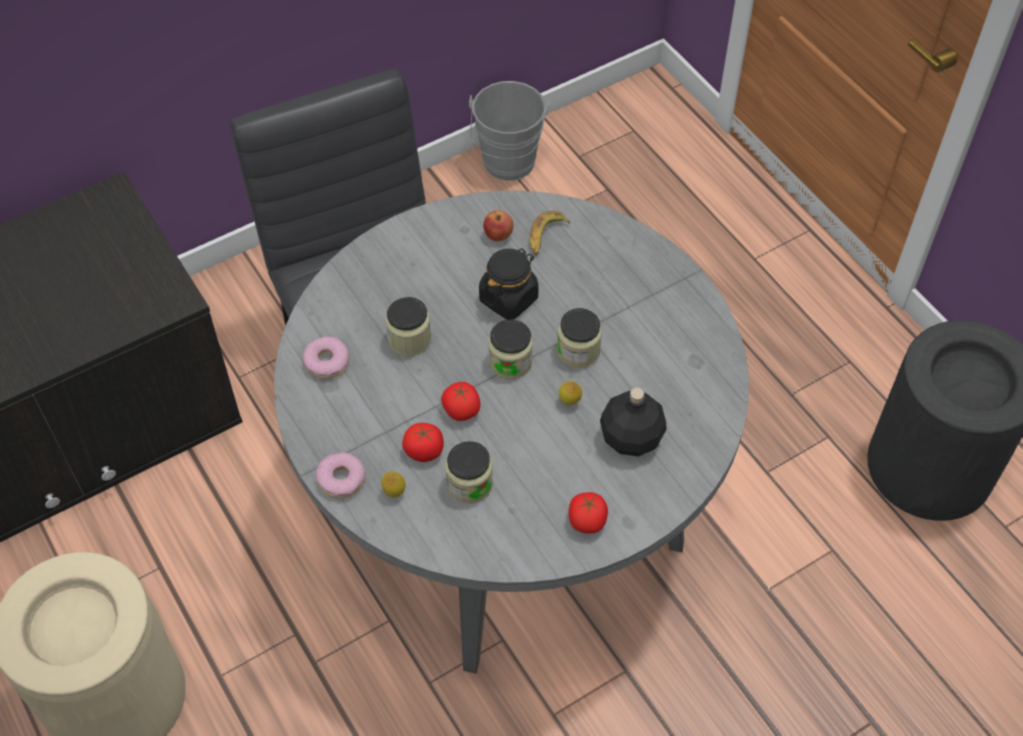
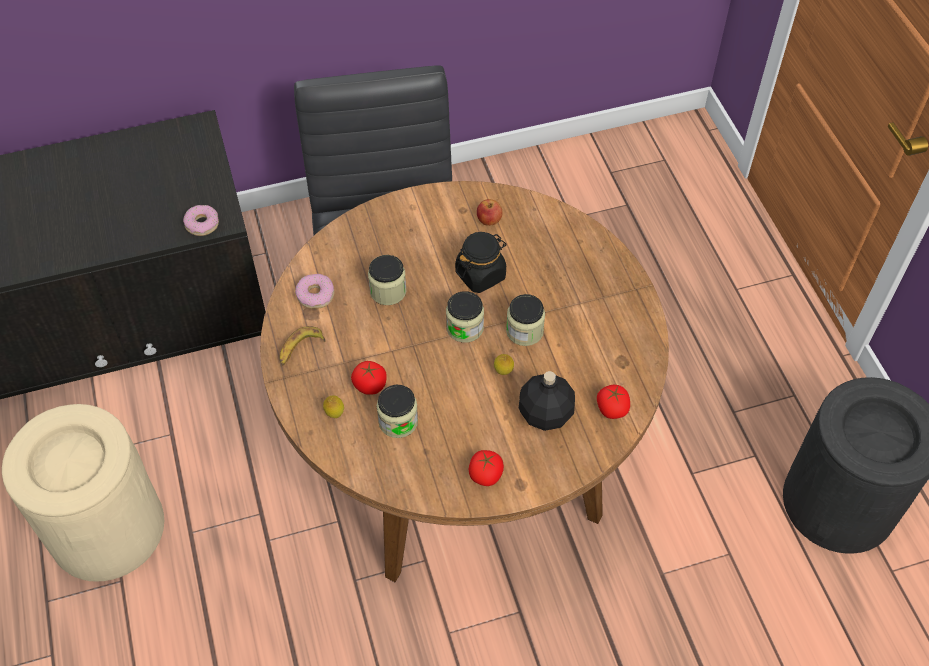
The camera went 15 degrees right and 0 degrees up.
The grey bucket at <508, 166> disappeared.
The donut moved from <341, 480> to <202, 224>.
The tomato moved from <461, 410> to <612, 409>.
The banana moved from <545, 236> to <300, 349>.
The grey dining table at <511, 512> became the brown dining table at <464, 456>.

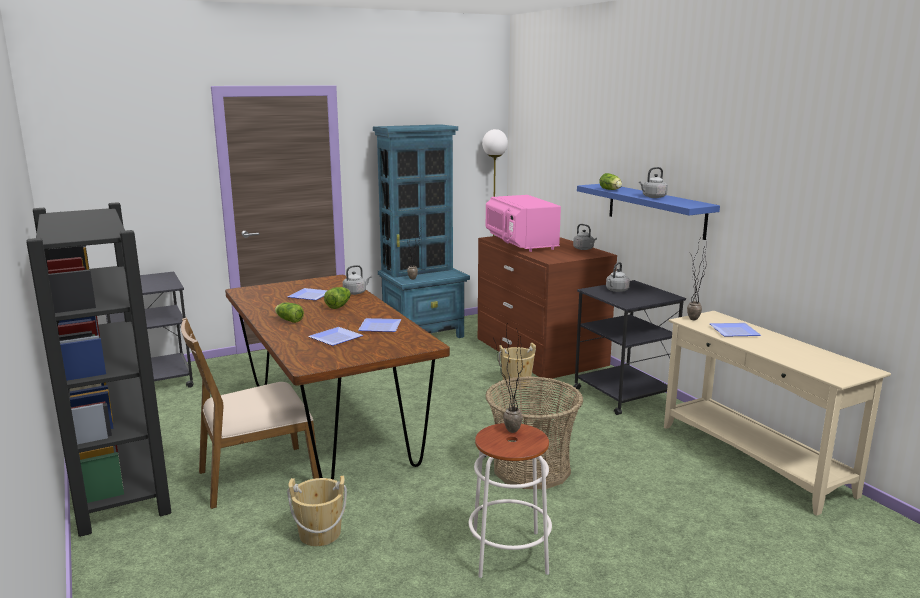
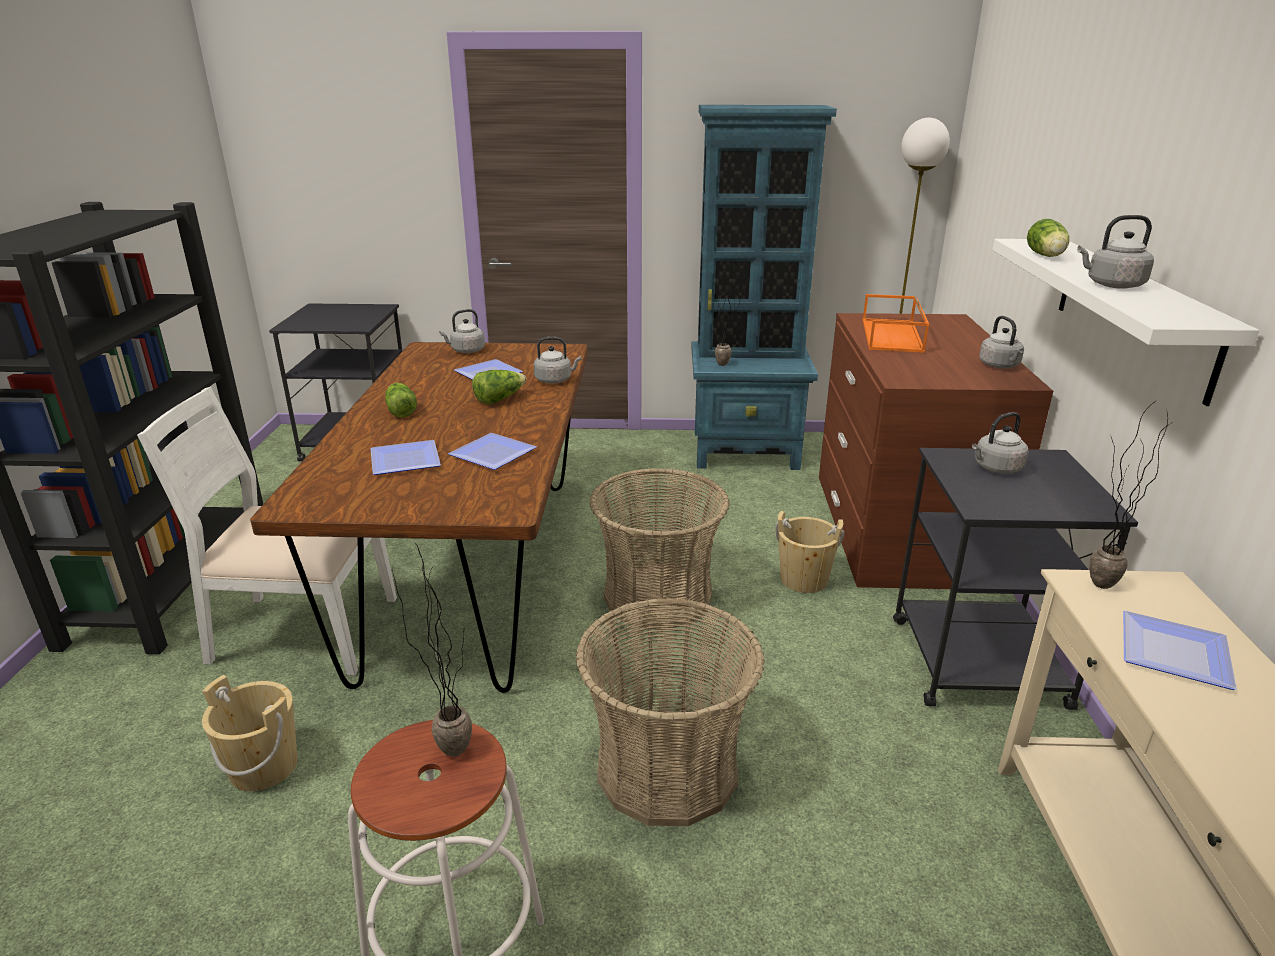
The camera went 30 degrees right and 10 degrees up.
The grey kettle at <466, 351> appeared.
The basket at <658, 596> appeared.
The pink microwave at <520, 244> was replaced by the orange tray at <893, 336>.
The brown chair at <257, 477> became the white chair at <302, 631>.
The blue shelf at <655, 210> became the white shelf at <1133, 313>.

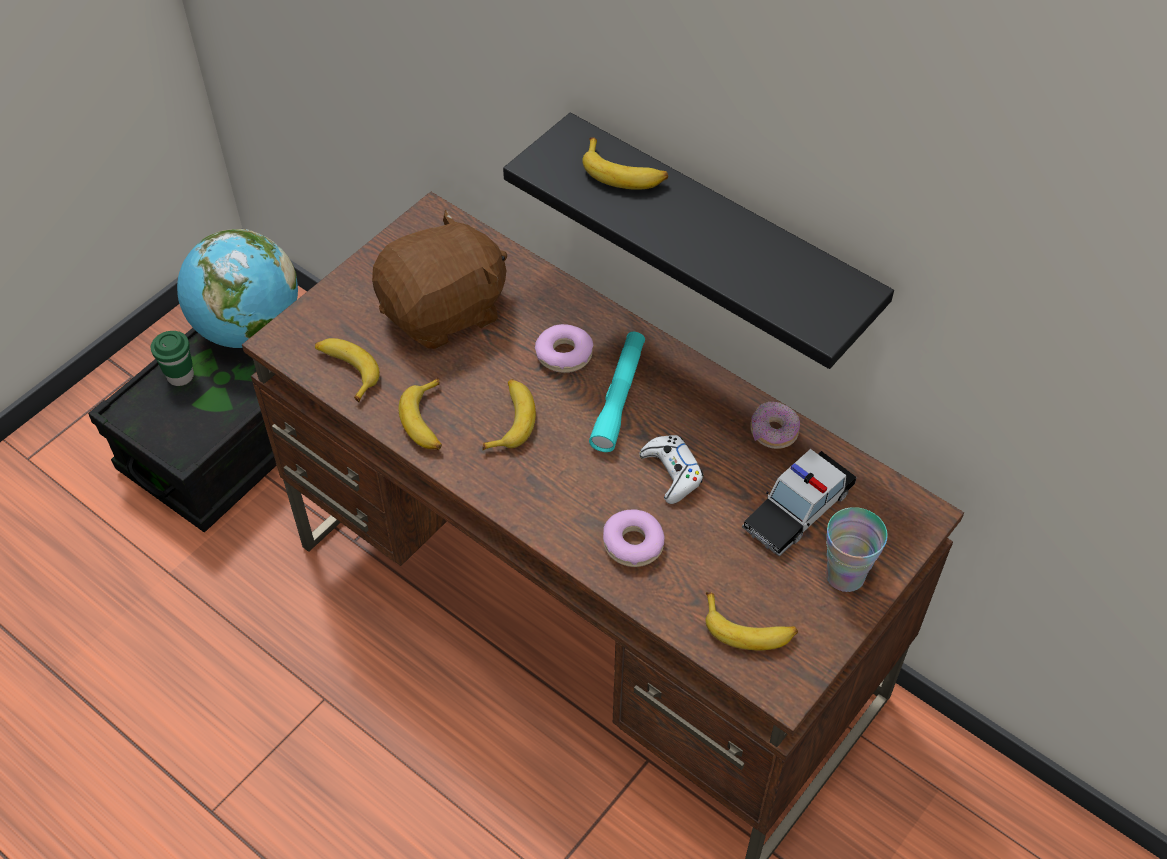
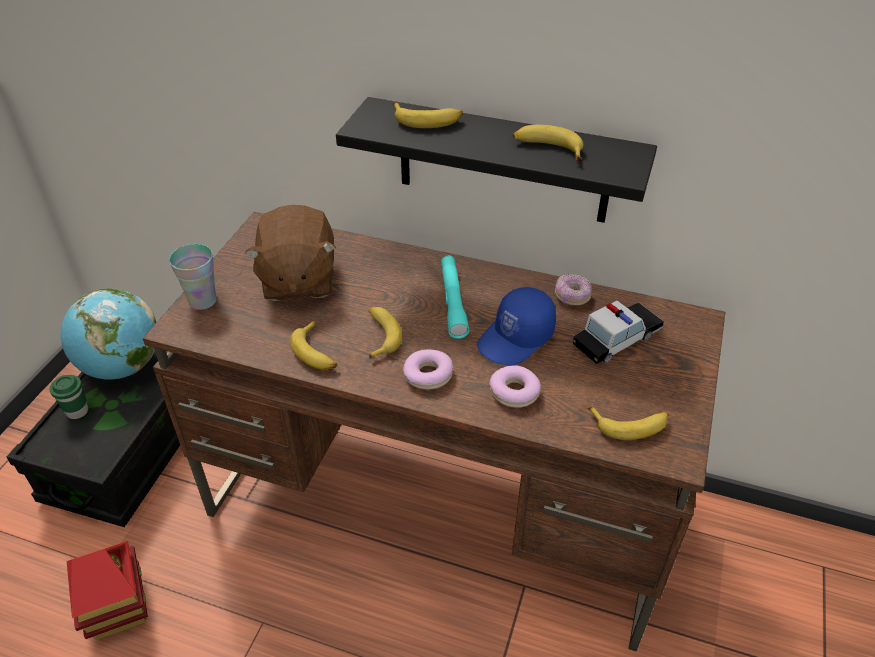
The camera went 20 degrees left and 10 degrees down.
The toy house at <118, 608> appeared.
The banana moved from <346, 371> to <547, 148>.
The donut moved from <564, 354> to <428, 375>.
The cup moved from <845, 575> to <202, 301>.
The white game controller at <672, 473> was replaced by the blue cap at <516, 339>.
The brown plush toy at <444, 312> turned 135 degrees clockwise.
The toy car at <798, 509> turned 150 degrees counterclockwise.

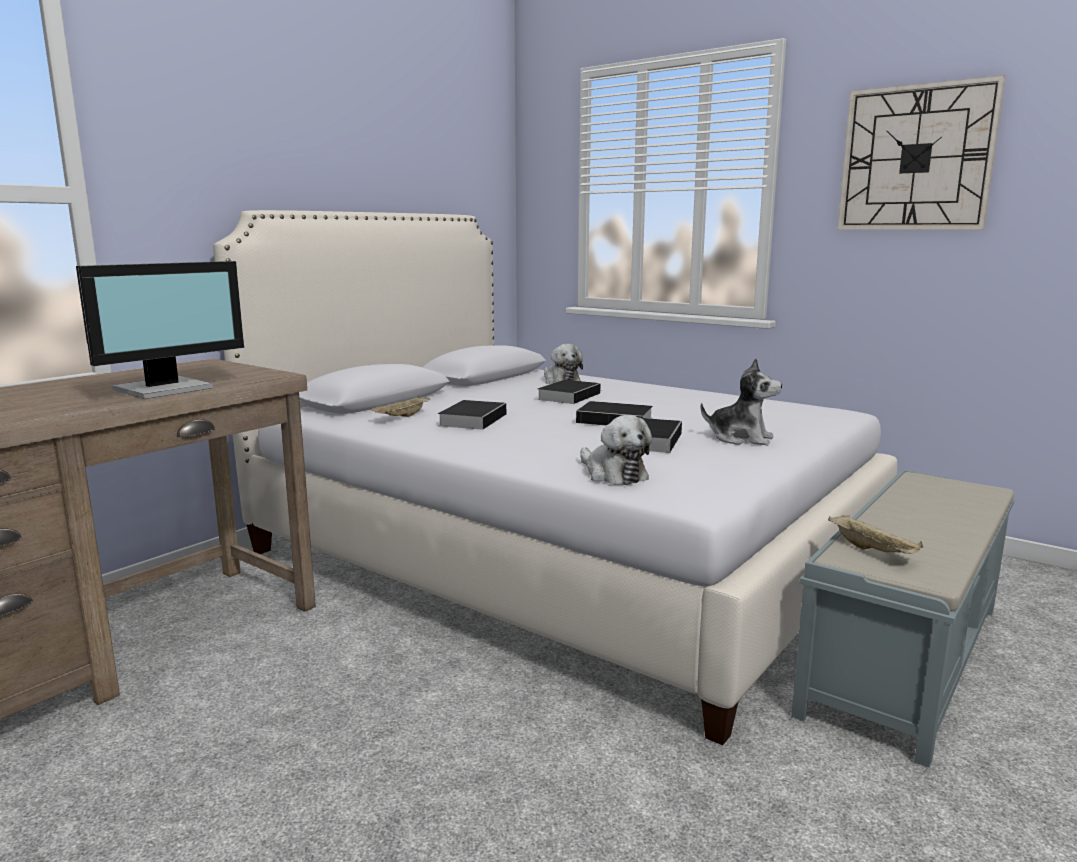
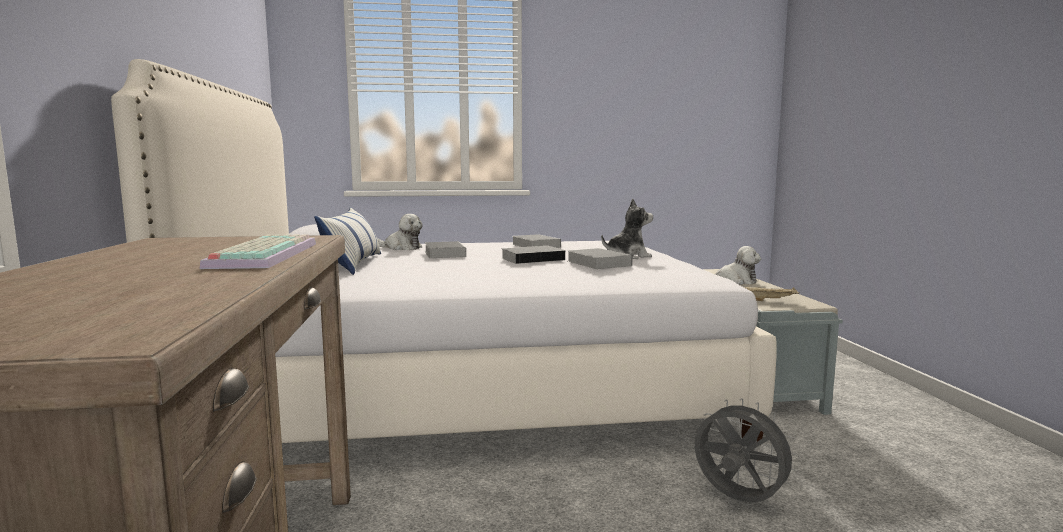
The camera went 45 degrees left and 5 degrees down.
The beige tray at <402, 417> disappeared.
The wall clock at <916, 158> disappeared.
The pillow at <354, 264> appeared.
The grey fan at <737, 500> appeared.
The book moved from <473, 419> to <534, 245>.
The plush toy moved from <613, 474> to <734, 281>.
The monitor at <166, 389> was replaced by the keyboard at <263, 254>.

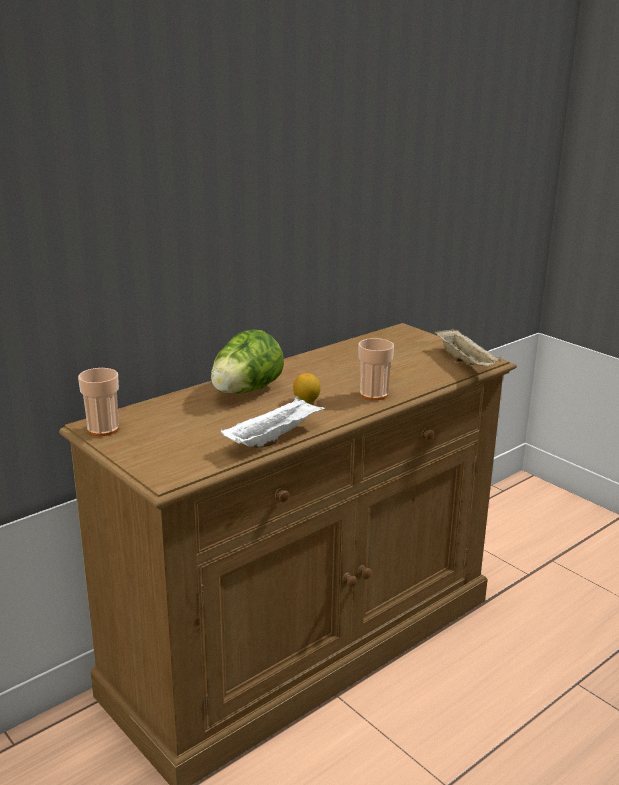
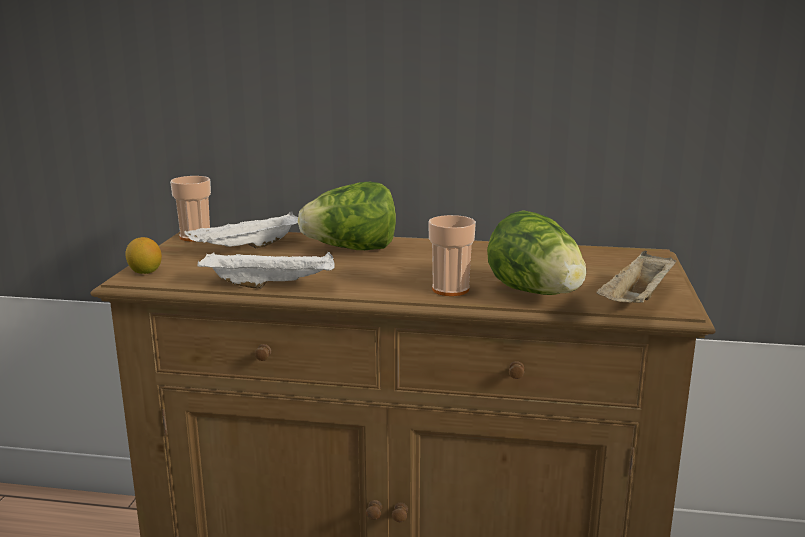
The camera went 50 degrees right and 5 degrees down.
The white tray at <247, 248> appeared.
The lettuce at <537, 293> appeared.
The lemon moved from <306, 401> to <145, 272>.

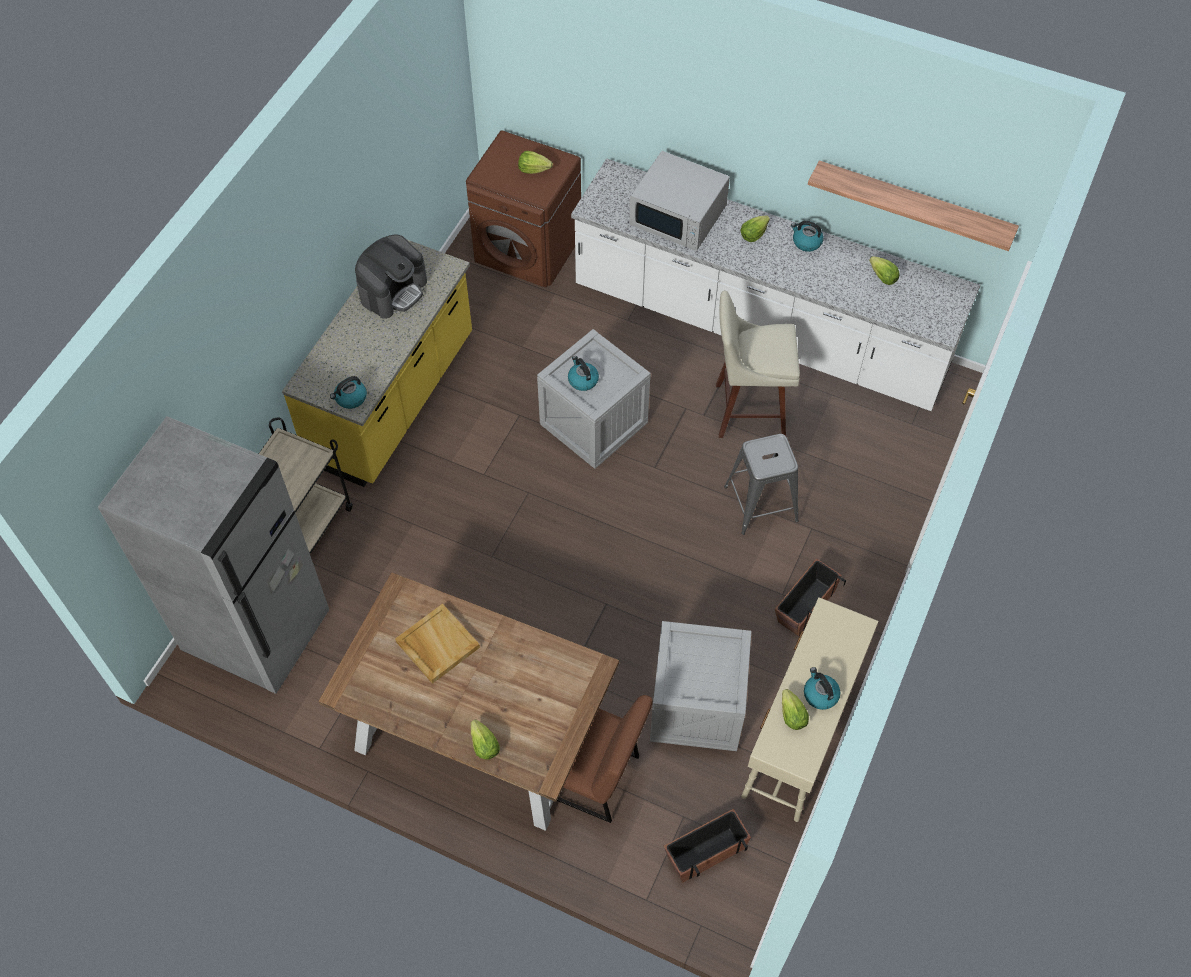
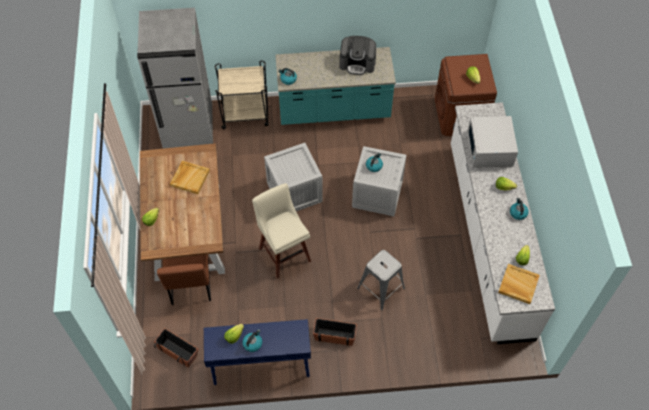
The camera went 60 degrees right and 0 degrees up.
The shelf at <913, 205> disappeared.
The beige tray at <518, 284> appeared.
The crate moved from <695, 706> to <293, 192>.
The beige stool moved from <747, 410> to <284, 253>.
The yellow counter at <394, 400> became the turquoise counter at <334, 110>.
The beige console table at <799, 734> became the blue console table at <261, 365>.

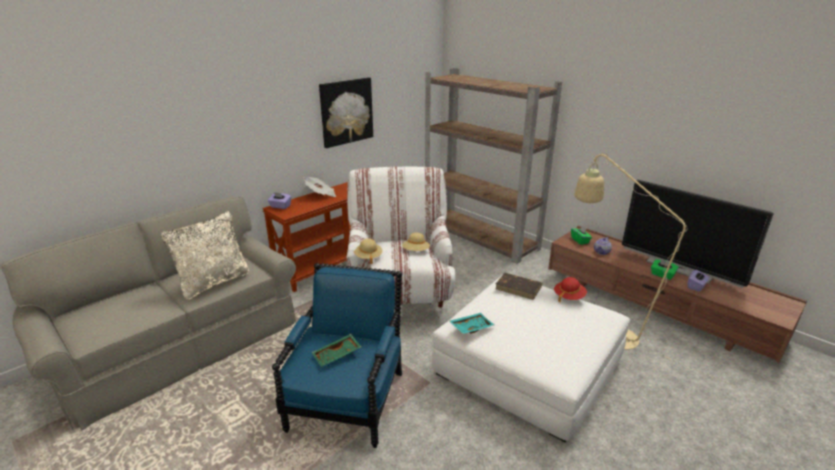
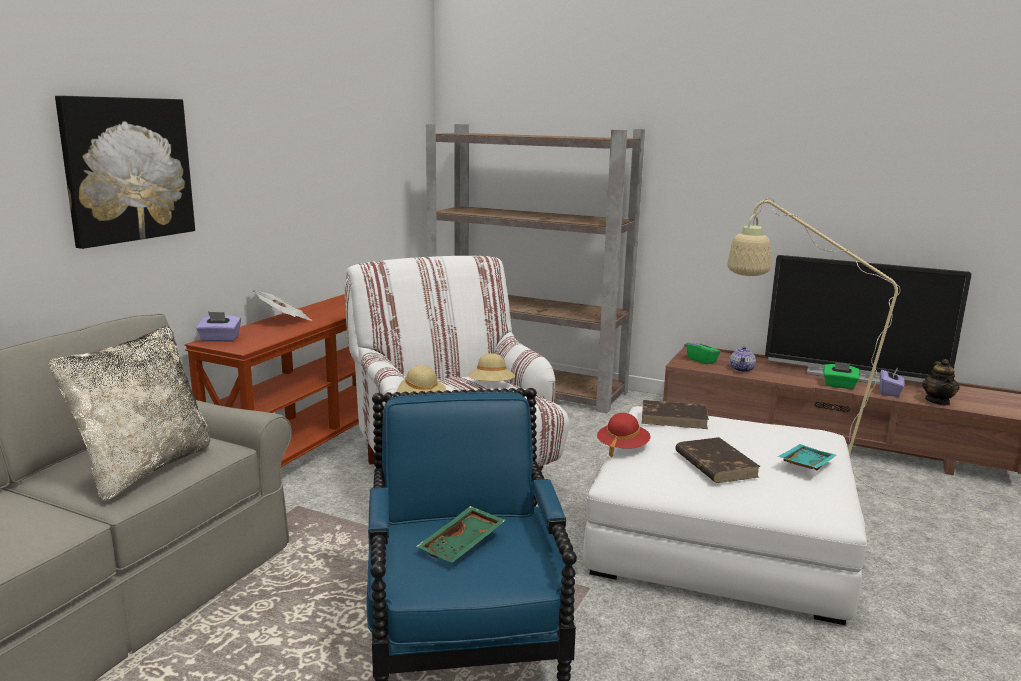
The camera went 20 degrees left and 10 degrees down.
The brown book at <715, 464> appeared.
The teapot at <938, 401> appeared.
The picture moved from <346, 112> to <128, 169>.
The turquoise tray moved from <471, 327> to <805, 464>.
The red hat moved from <569, 297> to <622, 448>.

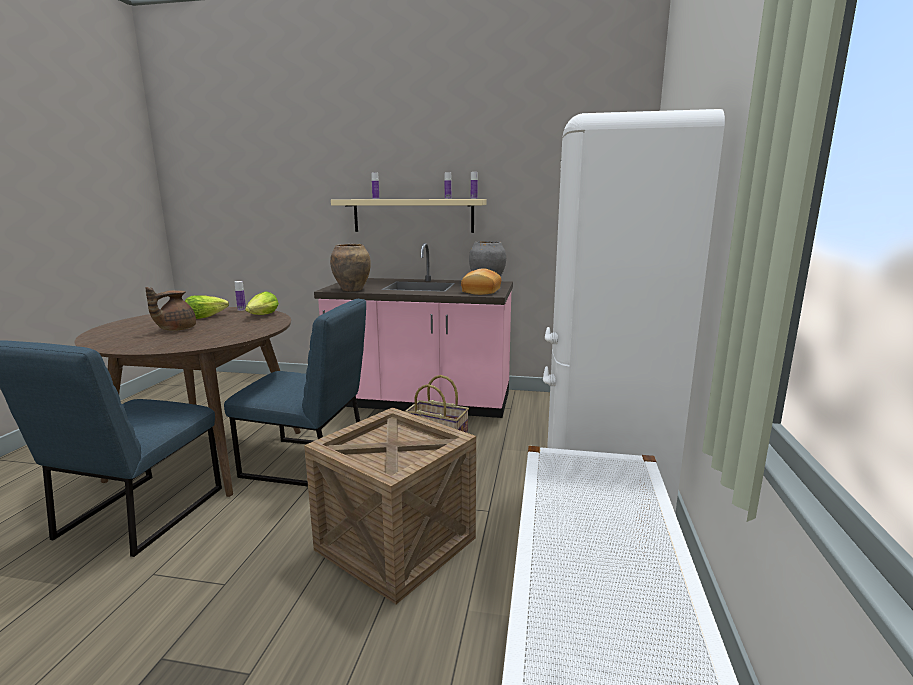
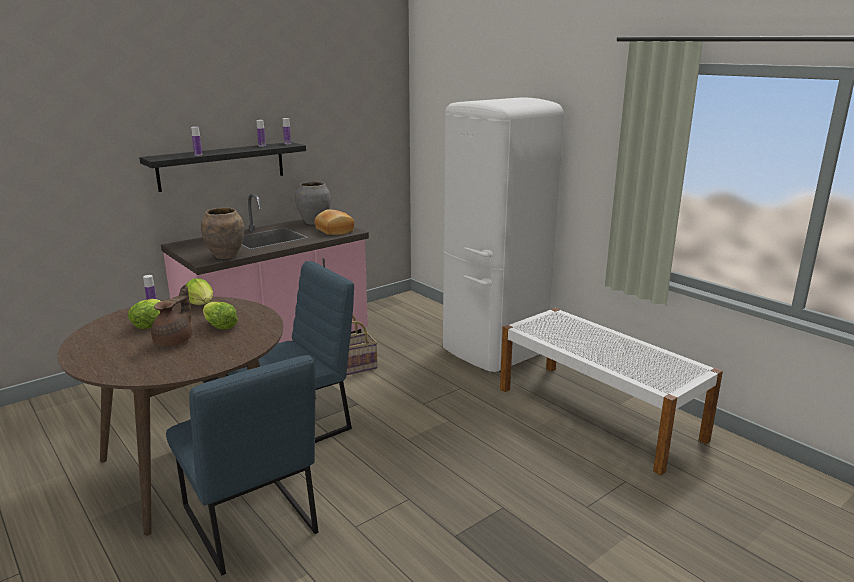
The camera went 50 degrees left and 5 degrees up.
The crate at <396, 544> disappeared.
The lettuce at <219, 326> appeared.
The beige shelf at <413, 215> became the black shelf at <222, 166>.
The brown teapot at <175, 329> turned 135 degrees counterclockwise.

